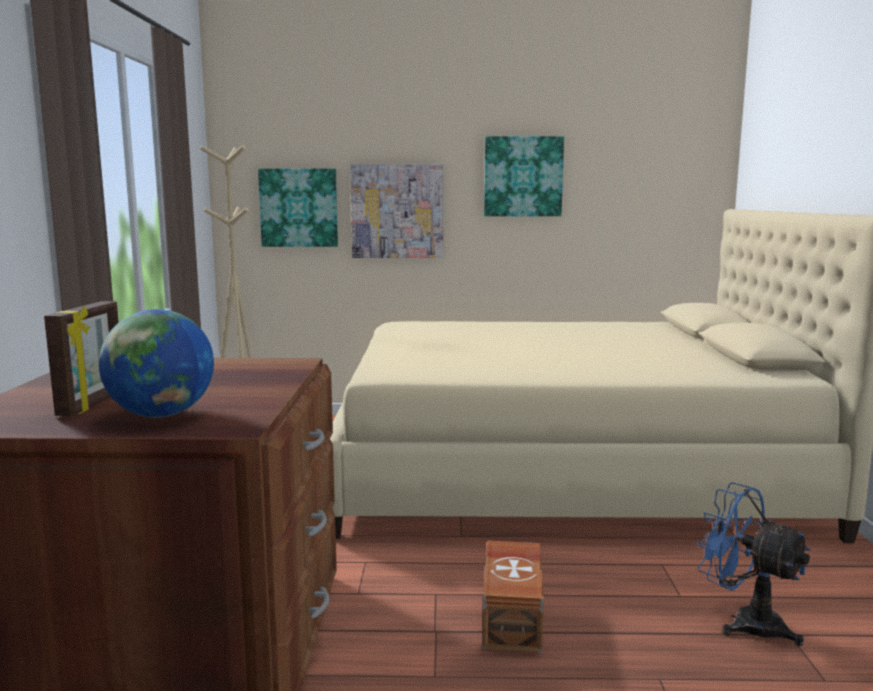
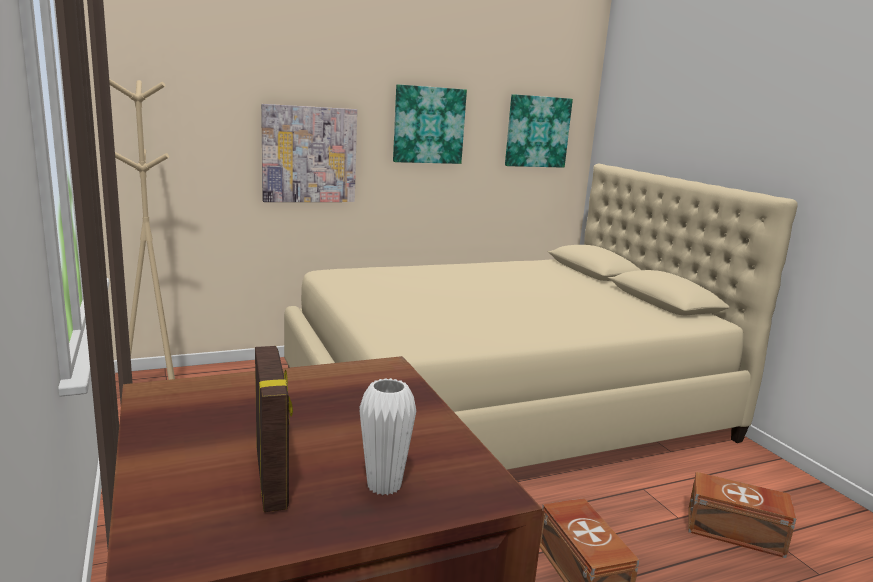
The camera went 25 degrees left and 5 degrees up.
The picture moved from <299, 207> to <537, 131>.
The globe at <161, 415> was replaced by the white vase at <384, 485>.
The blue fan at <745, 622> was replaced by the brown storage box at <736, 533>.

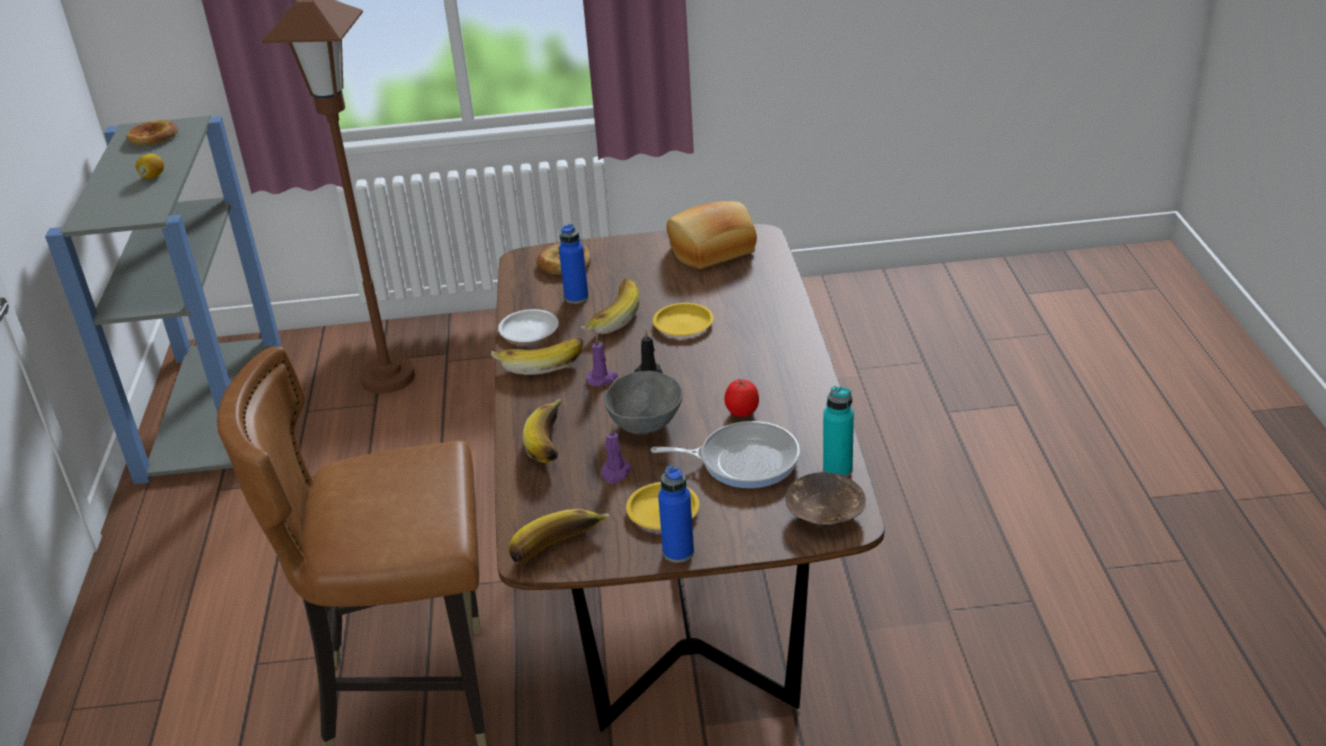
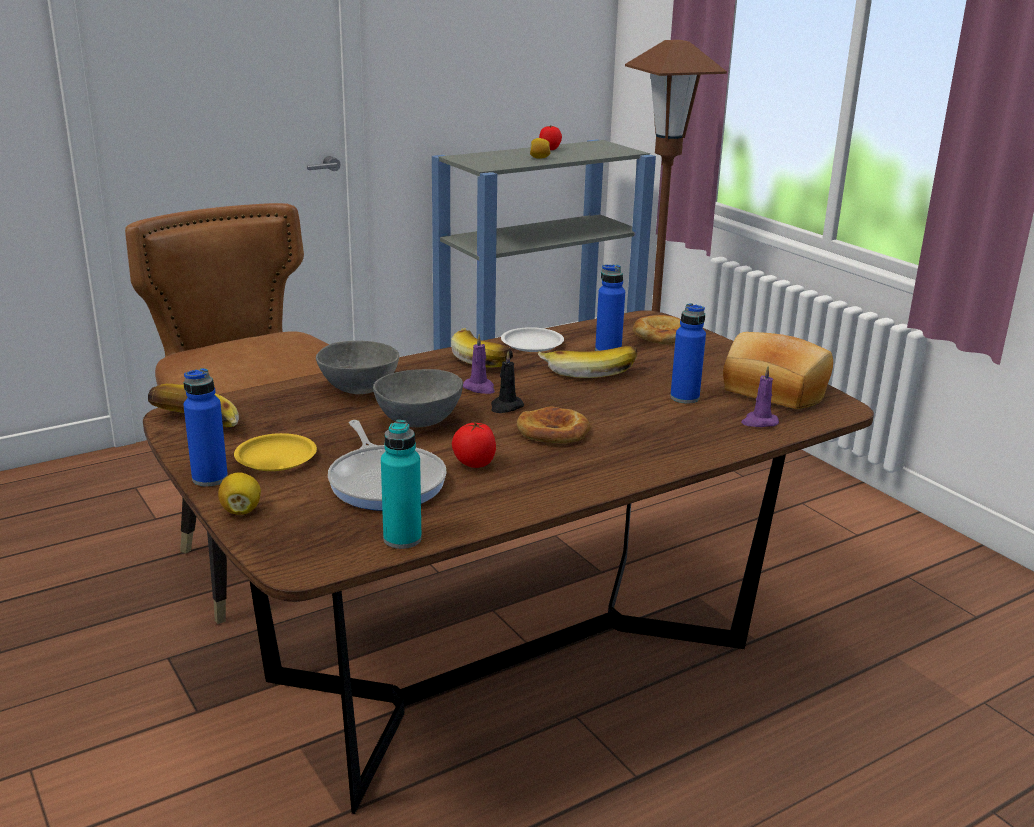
The camera went 60 degrees right and 10 degrees down.
The yellow plate at <682, 323> disappeared.
The brown bowl at <824, 513> disappeared.
The lemon at <241, 510> appeared.
The tomato at <550, 149> appeared.
The blue bottle at <684, 398> appeared.
The bread moved from <153, 137> to <553, 431>.
The purple candle moved from <615, 473> to <759, 422>.
The banana at <554, 443> was replaced by the grey bowl at <359, 389>.

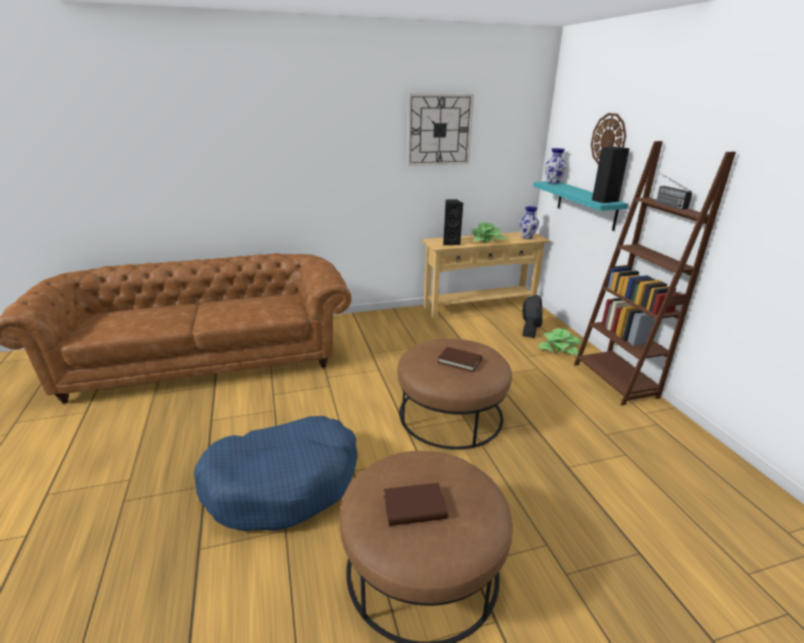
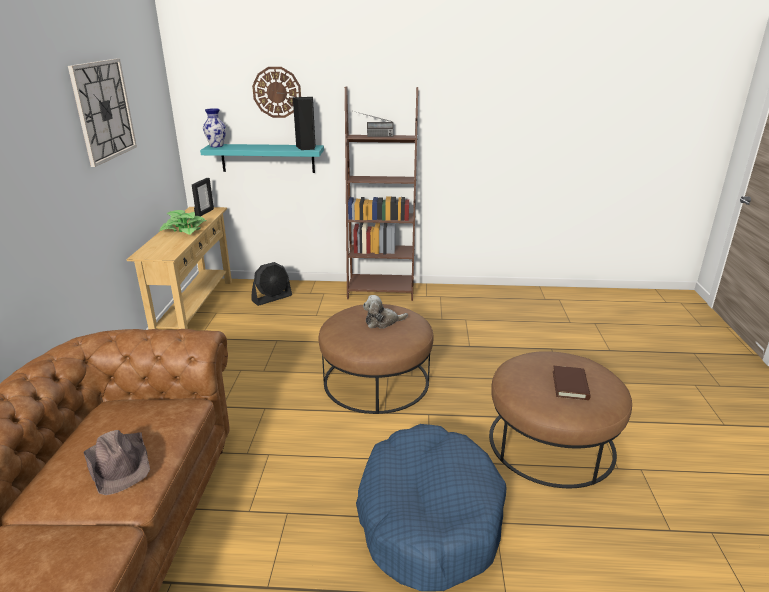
The camera went 70 degrees left and 0 degrees up.
The black speaker at <450, 243> disappeared.
The potted plant at <559, 348> disappeared.
The brown hat at <119, 463> appeared.
The brown book at <459, 361> was replaced by the plush toy at <382, 322>.
The vase at <527, 237> was replaced by the picture frame at <204, 212>.
The black fan at <530, 329> turned 105 degrees clockwise.

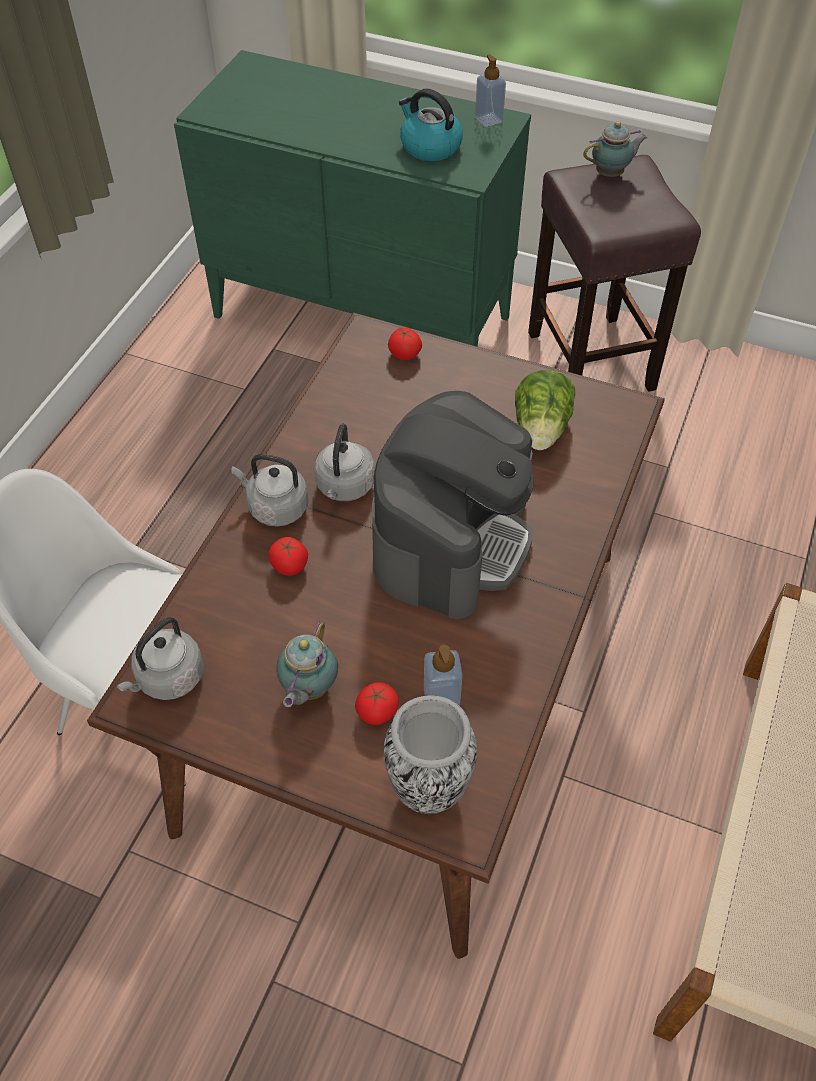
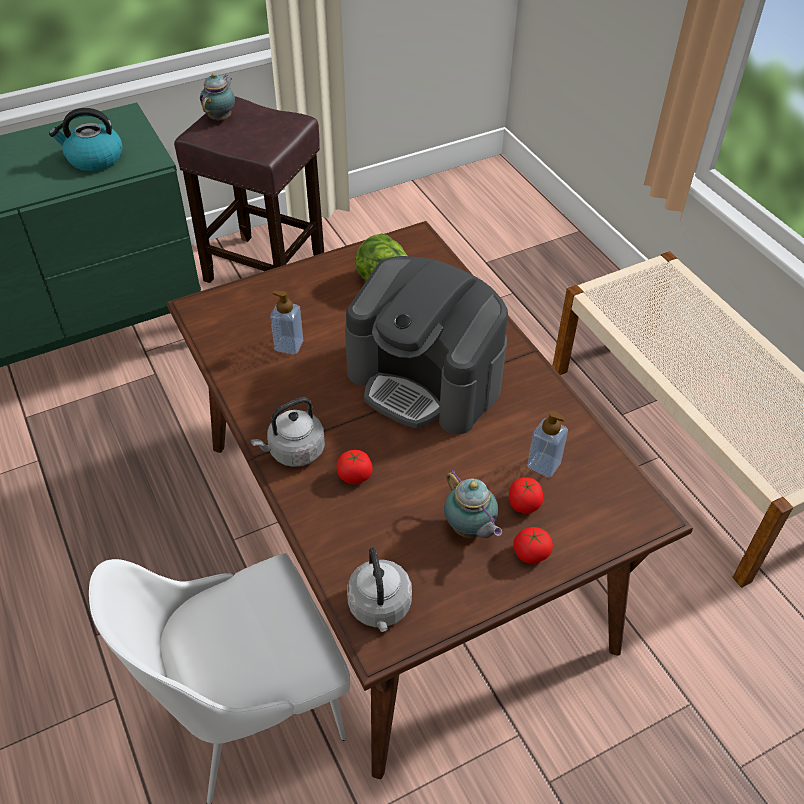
The camera went 50 degrees left and 5 degrees down.
The grey kettle at <344, 487> disappeared.
The vase at <428, 791> disappeared.
The tomato moved from <404, 354> to <531, 553>.
The soap dispenser moved from <488, 119> to <289, 345>.
The coffee machine at <452, 539> turned 150 degrees clockwise.

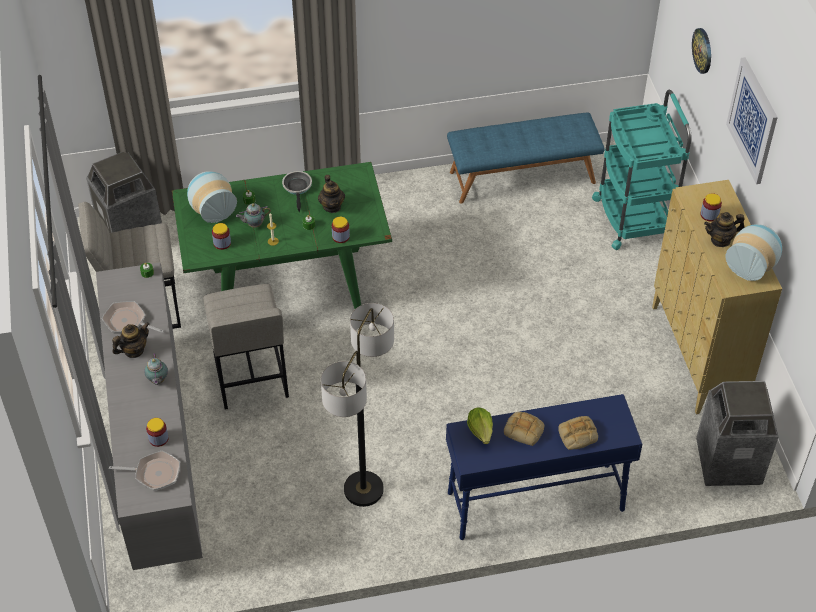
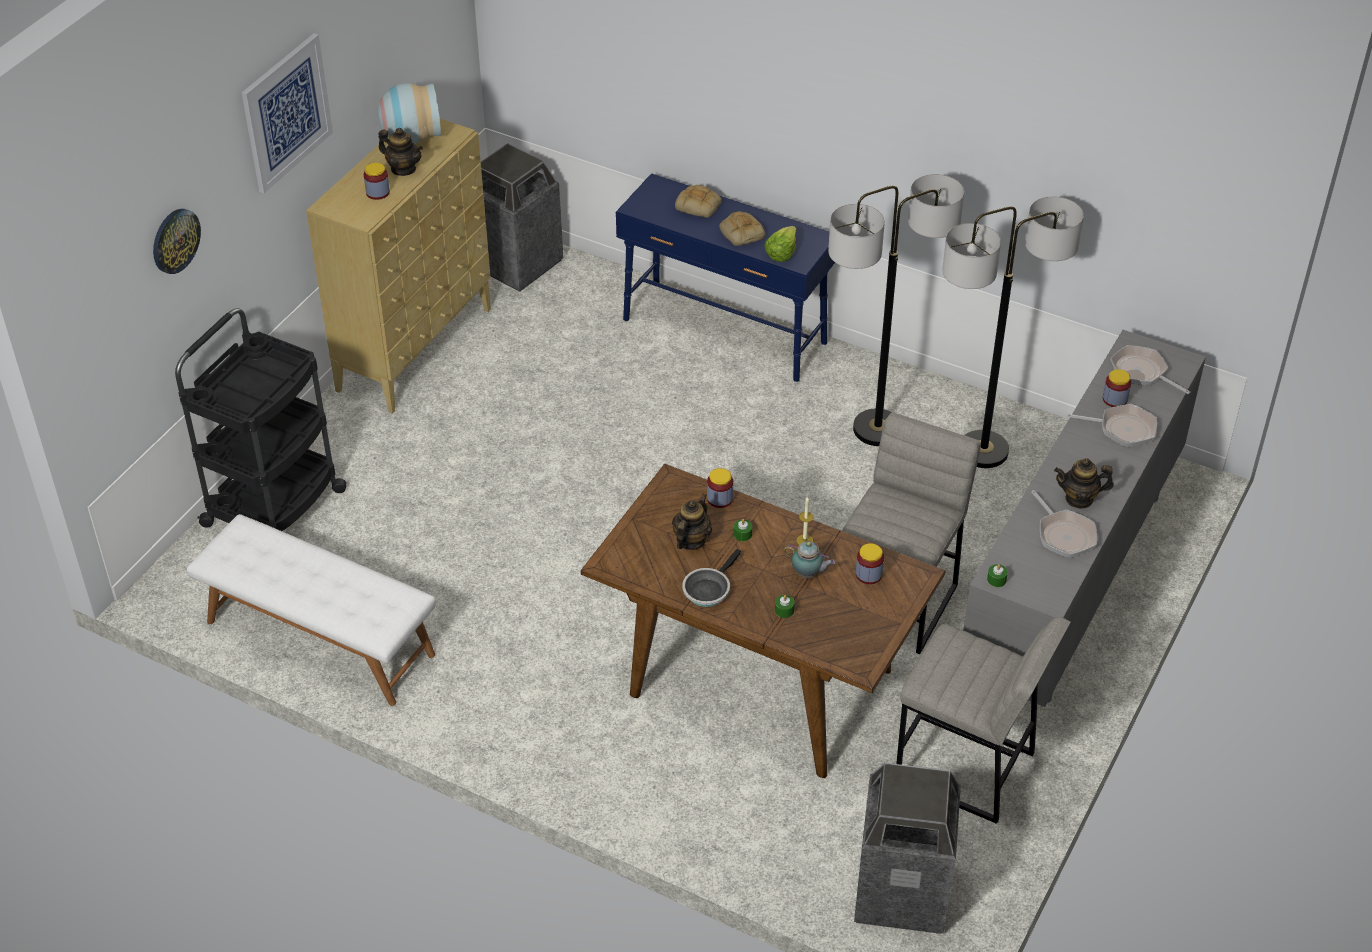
The camera went 140 degrees left and 5 degrees down.
The teapot at <157, 380> disappeared.
The vase at <212, 209> disappeared.
The floor lamp at <983, 451> appeared.
The frying pan at <1122, 429> appeared.
The green dining table at <287, 287> became the brown dining table at <758, 681>.
The blue bench at <522, 176> became the white bench at <319, 639>.
The turquoise cart at <633, 219> became the black cart at <275, 507>.

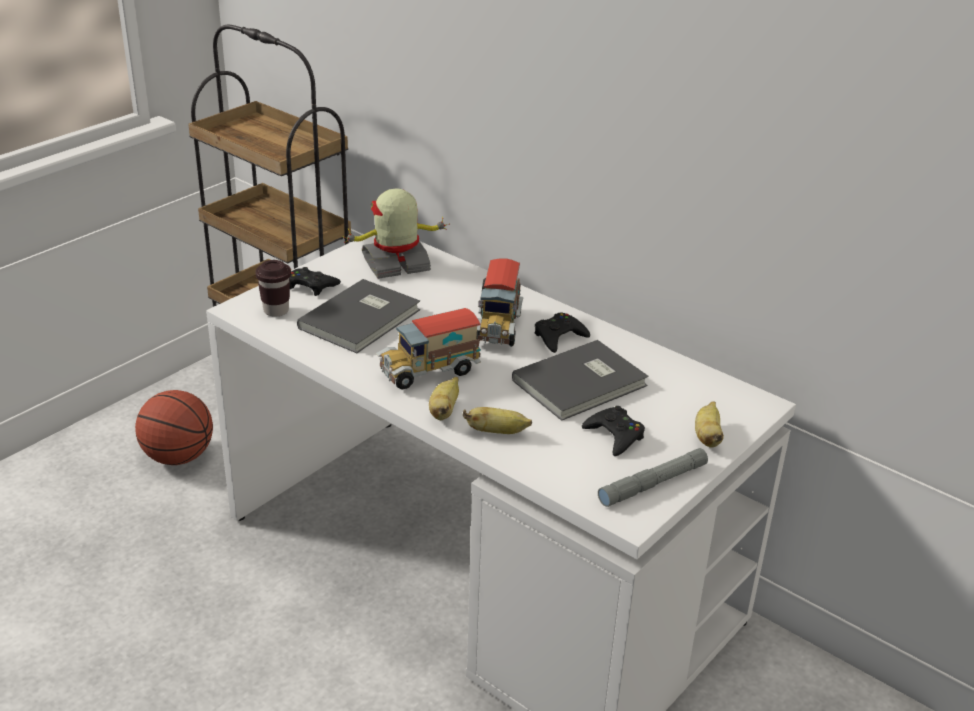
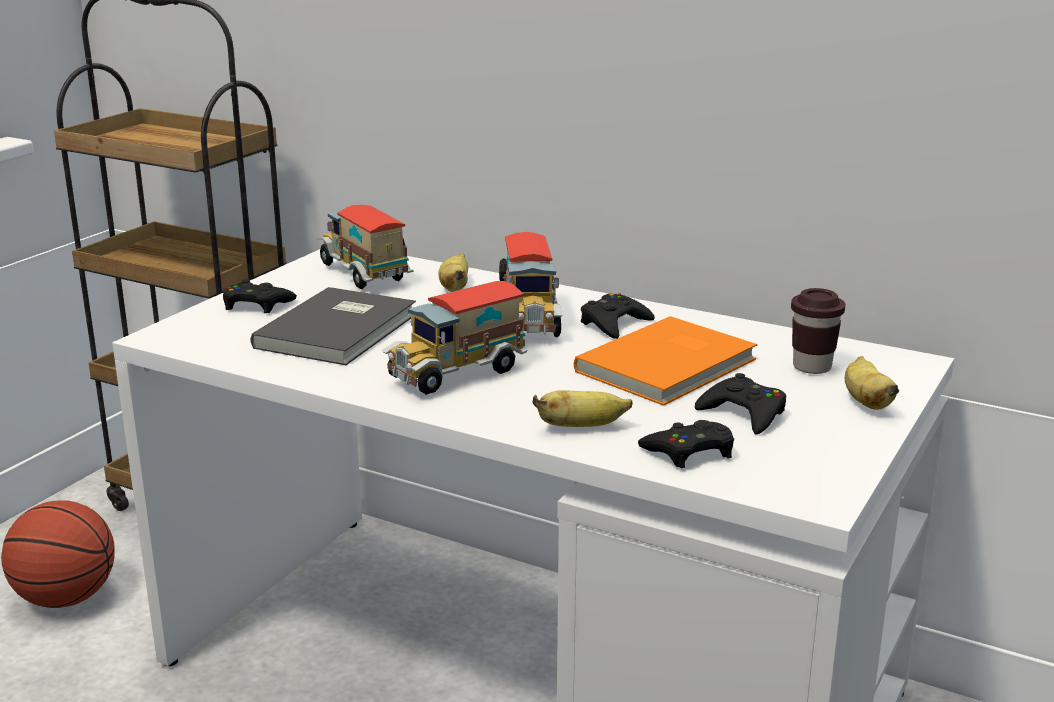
The camera went 10 degrees left and 10 degrees down.
The grey flashlight at <653, 484> disappeared.
The black game controller at <690, 452> appeared.
The brown cup moved from <276, 310> to <812, 367>.
The banana moved from <444, 411> to <455, 288>.
The toy robot at <396, 264> was replaced by the toy truck at <365, 275>.
The grey book at <583, 384> became the orange book at <671, 365>.

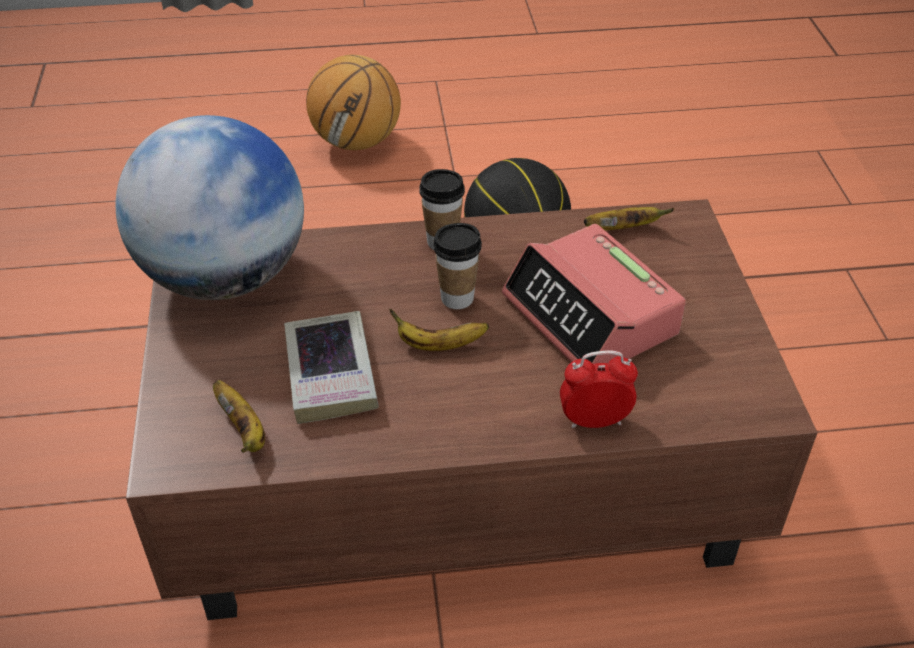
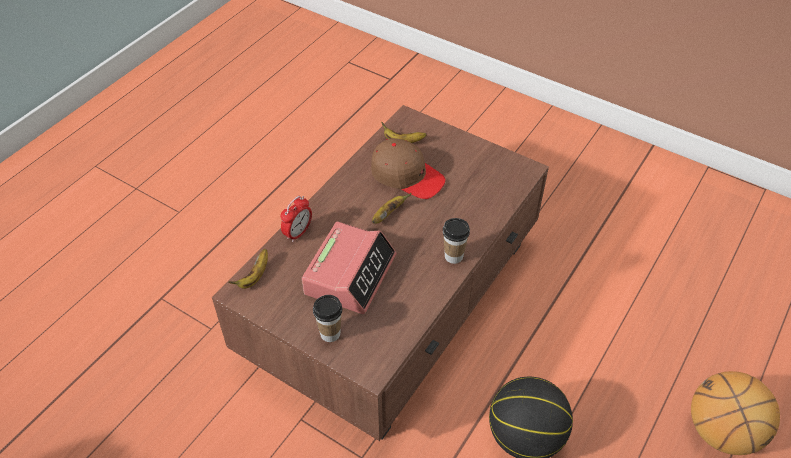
The camera went 130 degrees right and 5 degrees up.
The globe at <225, 277> disappeared.
The cup moved from <457, 298> to <330, 333>.
The banana moved from <622, 229> to <254, 276>.
The book at <331, 373> was replaced by the brown cap at <407, 176>.
The alarm clock at <591, 316> turned 105 degrees clockwise.

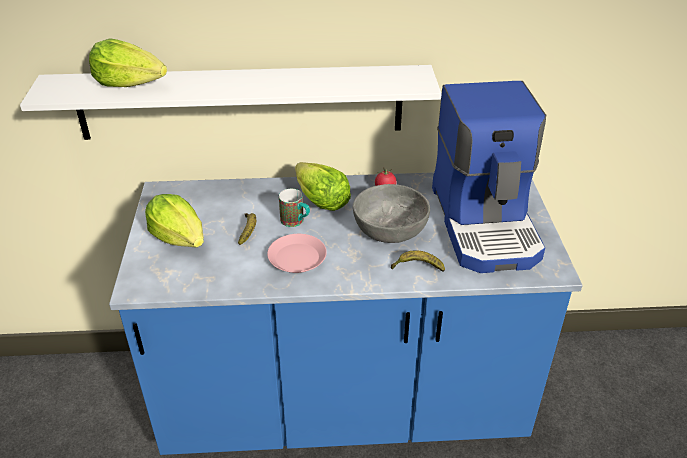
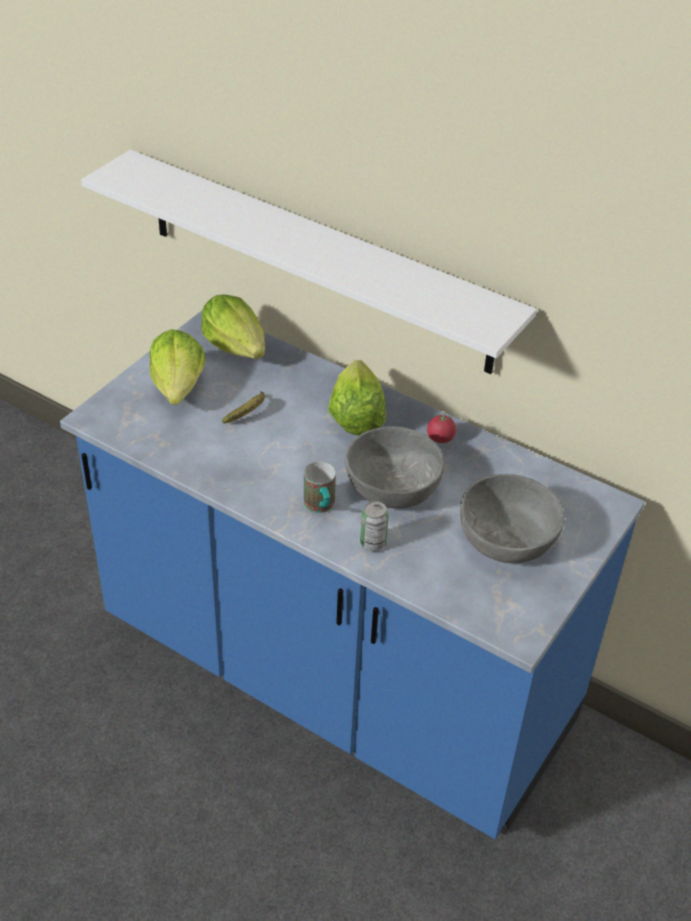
The camera went 35 degrees right and 5 degrees up.
The pink plate at <296, 258> disappeared.
The lettuce moved from <130, 83> to <236, 346>.
The mug moved from <296, 222> to <321, 507>.
The banana at <417, 267> was replaced by the can at <373, 543>.
The coffee machine at <486, 224> was replaced by the grey bowl at <507, 538>.

